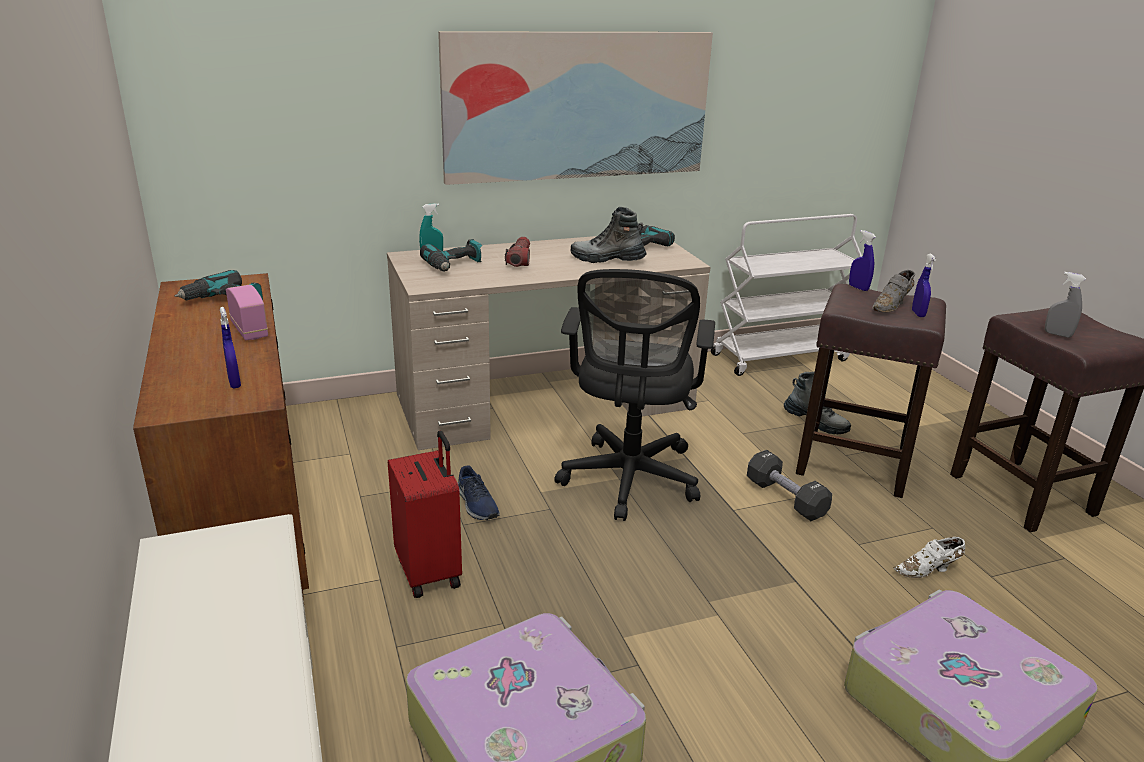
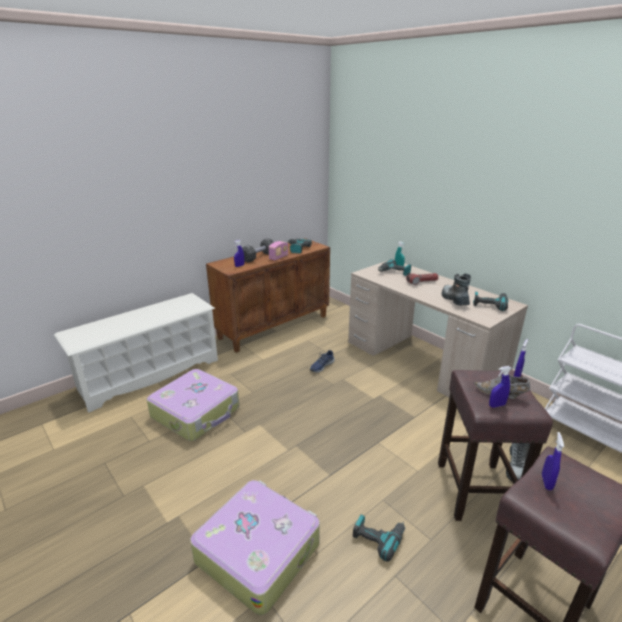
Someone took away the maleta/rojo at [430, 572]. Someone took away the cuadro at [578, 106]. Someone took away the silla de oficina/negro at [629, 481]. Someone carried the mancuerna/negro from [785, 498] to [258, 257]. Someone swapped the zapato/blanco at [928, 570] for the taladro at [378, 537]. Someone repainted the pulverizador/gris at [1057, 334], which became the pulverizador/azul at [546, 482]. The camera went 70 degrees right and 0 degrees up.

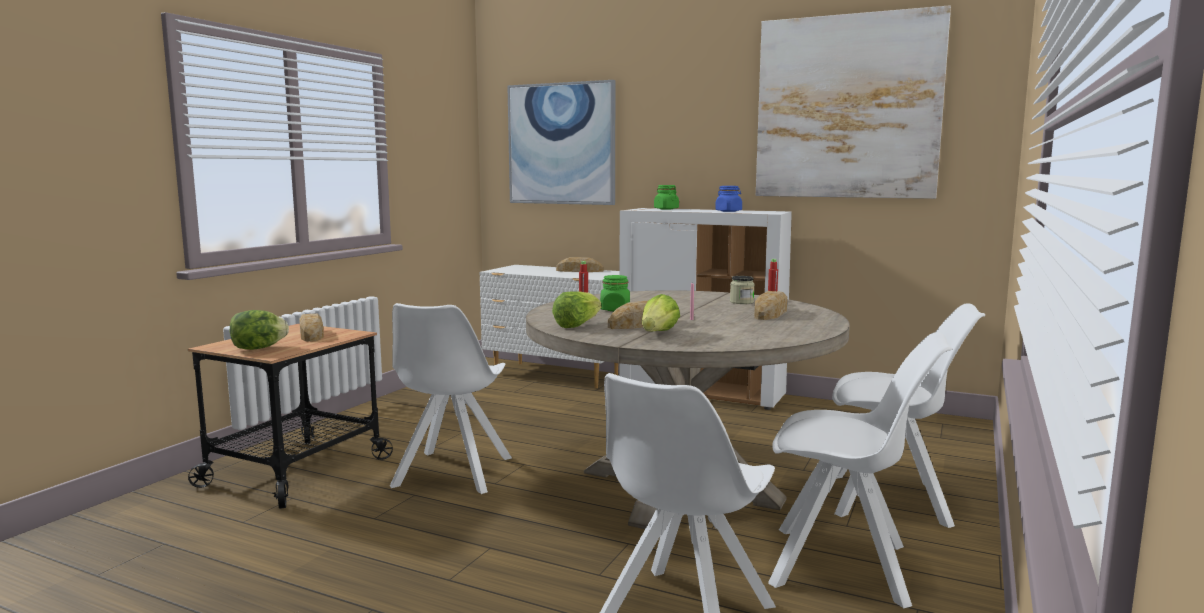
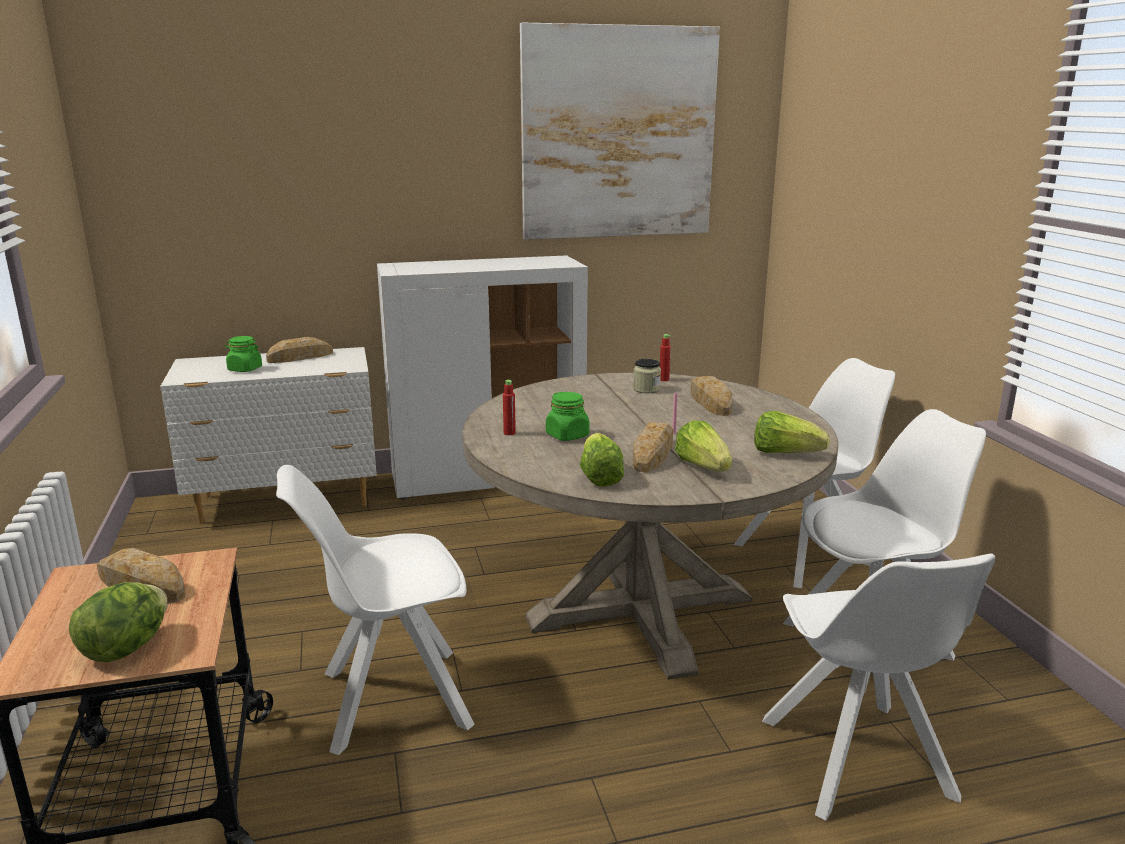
Someone rotated the silla/blanco at [451, 473] by 105 degrees clockwise. Someone took away the cuadro at [561, 144]. Someone carried the tarro/verde from [666, 209] to [244, 369]. Someone took away the tarro/azul at [728, 211]. Someone put down the lechuga at [785, 453]. The camera went 40 degrees left and 10 degrees up.

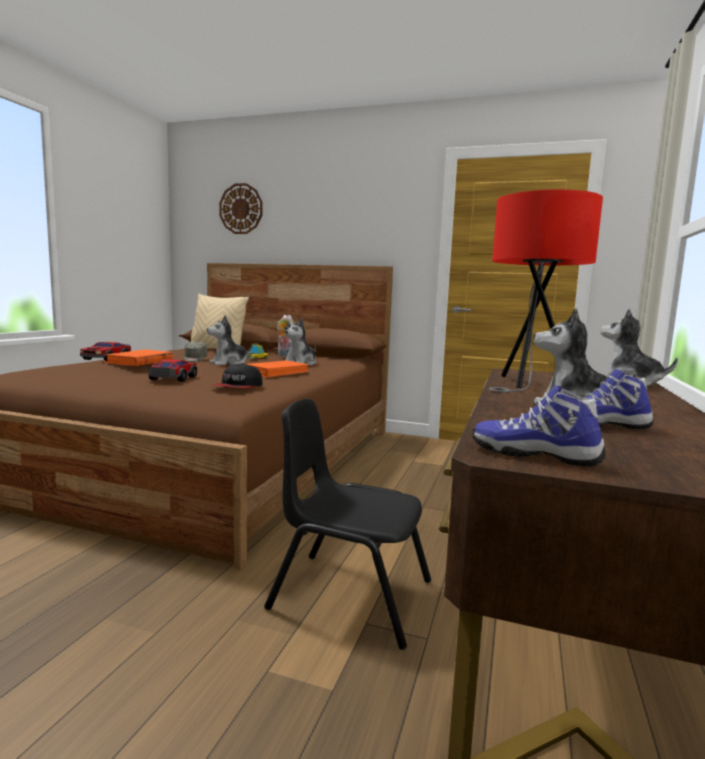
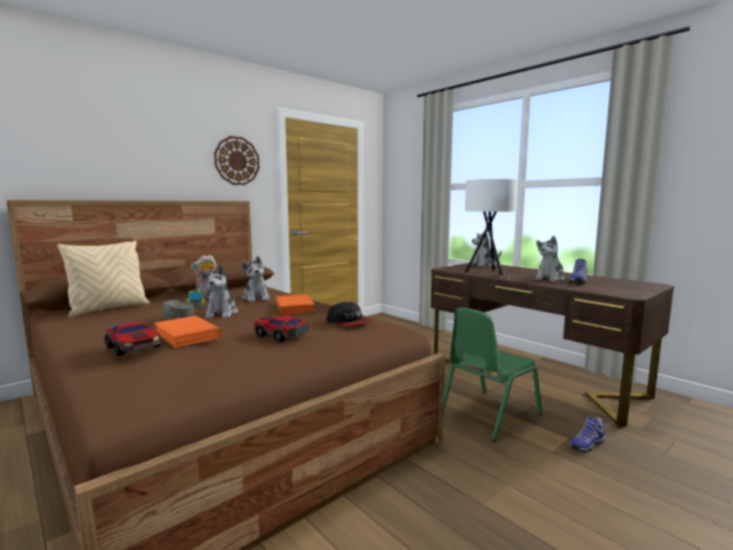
Someone carried the reloj de pared from [241, 209] to [237, 161]. Someone repainted the silla/negro at [350, 595], which became the silla/verde at [488, 414]. Someone carried the zapato from [534, 454] to [586, 444]. Someone repainted the lámpara de mesa/rojo at [528, 385], which became the lámpara de mesa/blanco at [488, 273]. The camera went 60 degrees left and 0 degrees up.

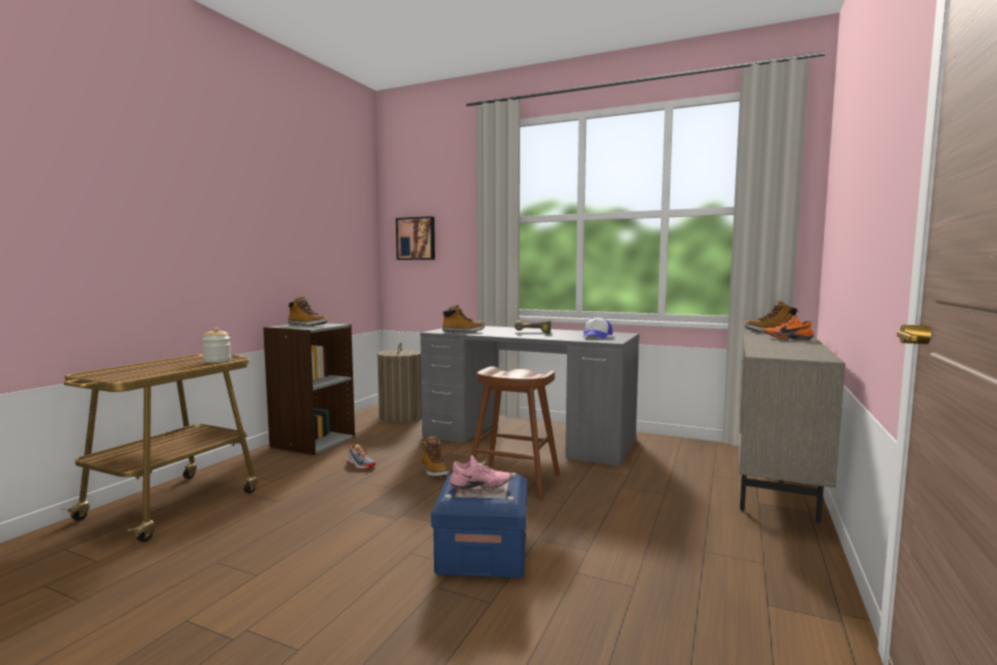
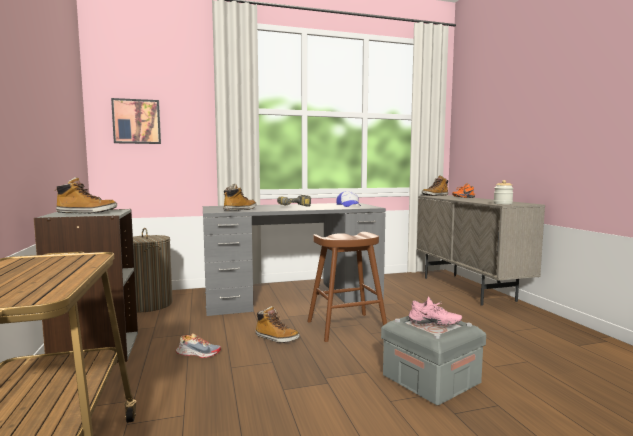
Someone carried the tarro from [217, 360] to [502, 204]. Someone repainted the caja de almacenaje/azul at [482, 553], which became the caja de almacenaje/gris at [430, 379]. Someone rotated the zapato/rosa at [480, 487] by 60 degrees clockwise. The camera went 40 degrees left and 0 degrees up.

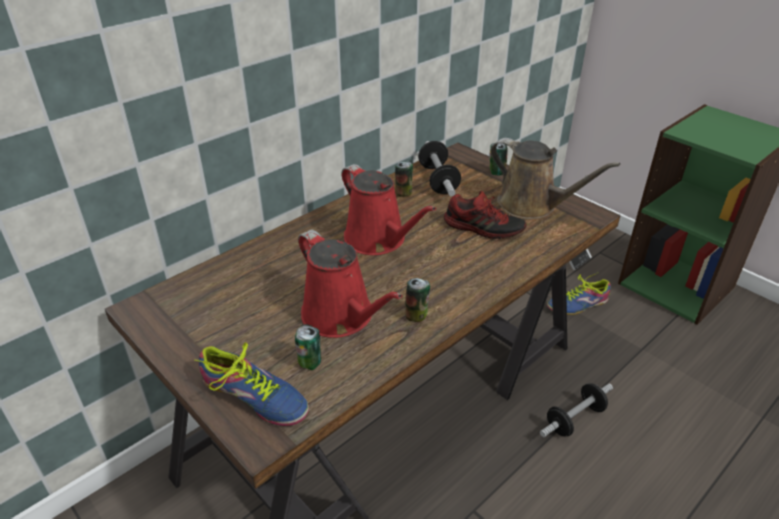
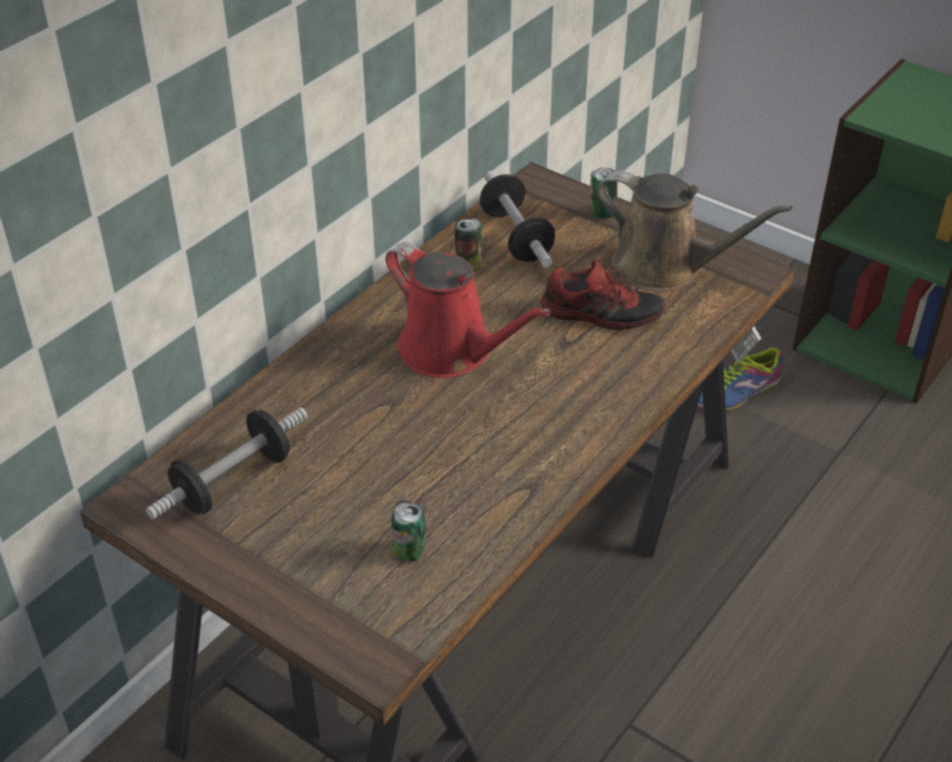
Someone took away the zapato at [255, 396]. Someone took away the regadera/rojo at [341, 317]. Someone took away the lata at [416, 315]. Someone carried the mancuerna from [574, 419] to [233, 481]. The camera went 10 degrees left and 5 degrees up.

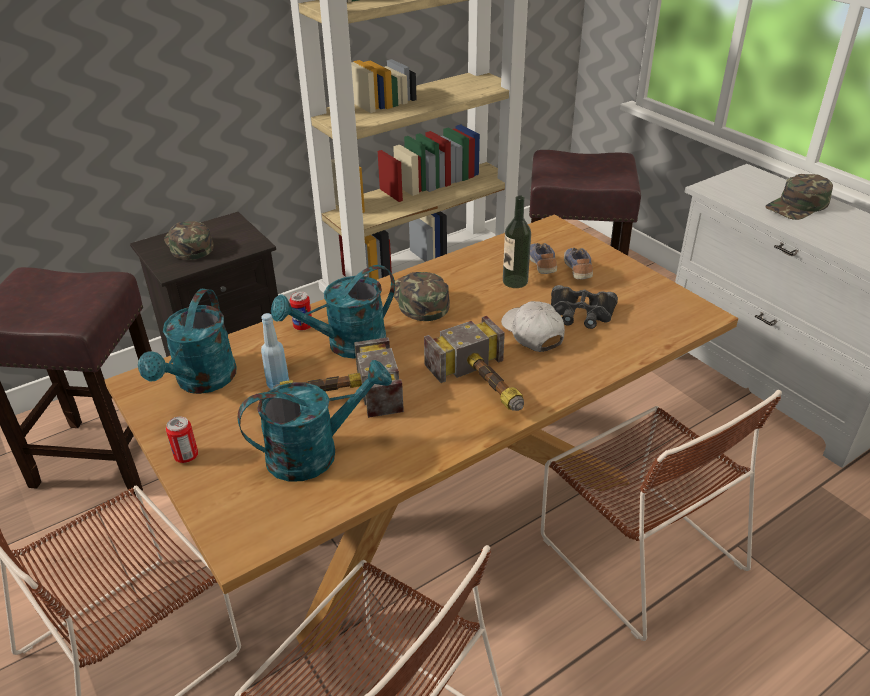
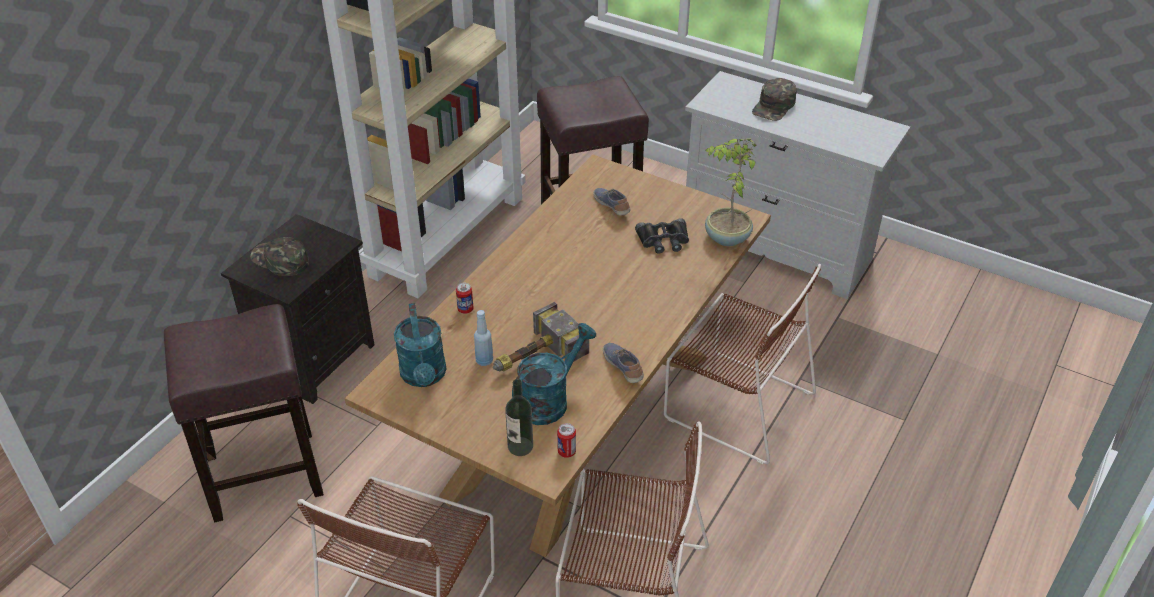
Someone carried the lata from [186, 456] to [566, 452]. Someone took away the regadera/turquesa at [347, 345]. Someone took away the gorra/verde at [418, 300]. Someone took away the martillo at [486, 386]. Someone took away the gorra/blanco at [532, 333]. Someone carried the botella from [515, 281] to [520, 446]. Someone carried the zapato from [578, 271] to [623, 367]. Someone put down the planta en maceta at [726, 238]. The camera went 25 degrees left and 5 degrees up.

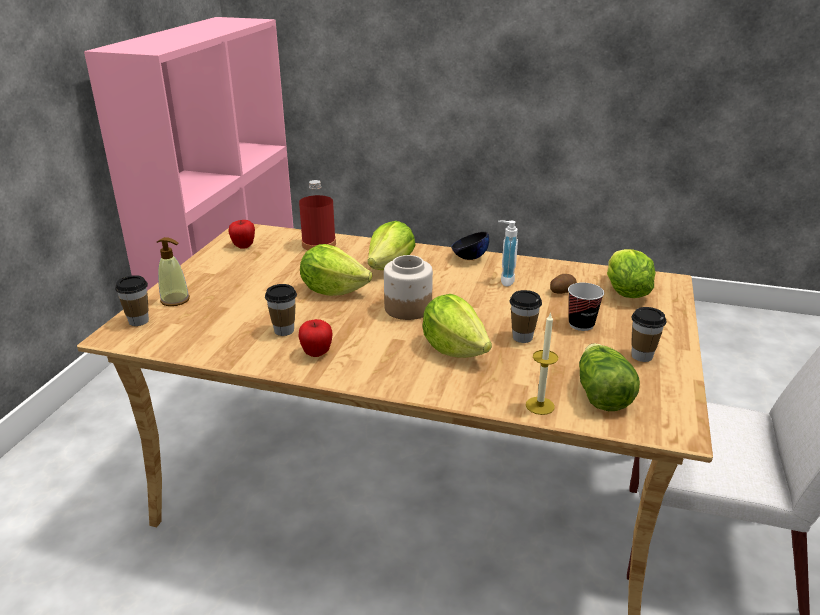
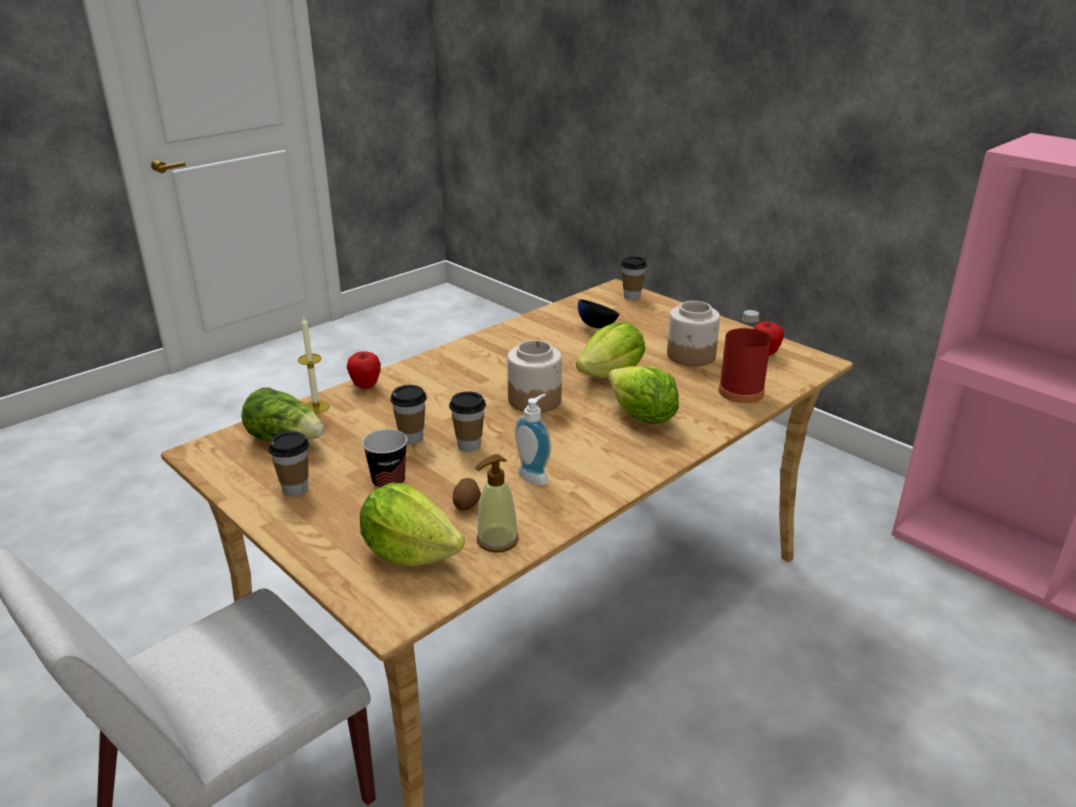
Someone carried the dispensador de jabón from [175, 300] to [497, 540]. Someone carried the taza from [284, 330] to [469, 445]. Someone carried the manzana from [316, 353] to [365, 386]. Someone took away the lechuga at [454, 348]. Someone carried the cuenco/negro from [469, 258] to [597, 326]. Someone put down the tarro at [691, 356]. The camera went 120 degrees right and 0 degrees up.

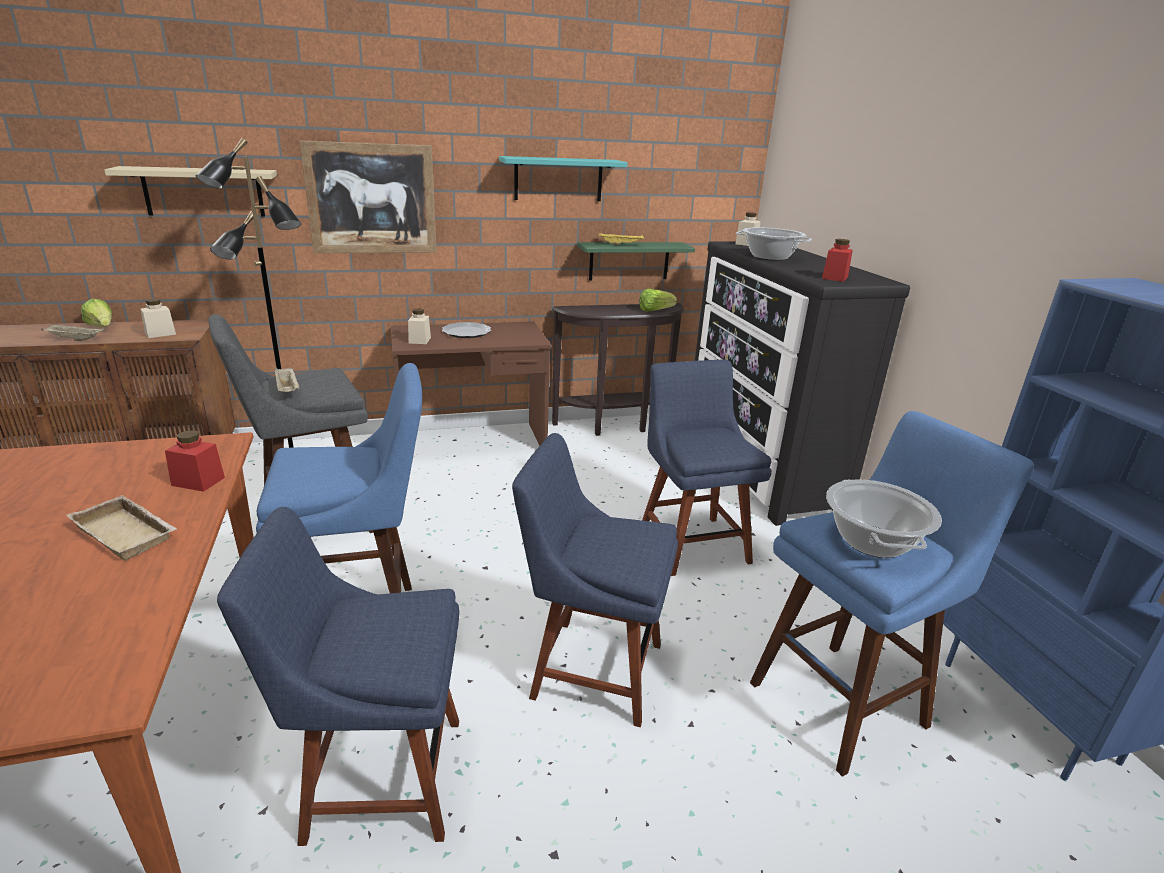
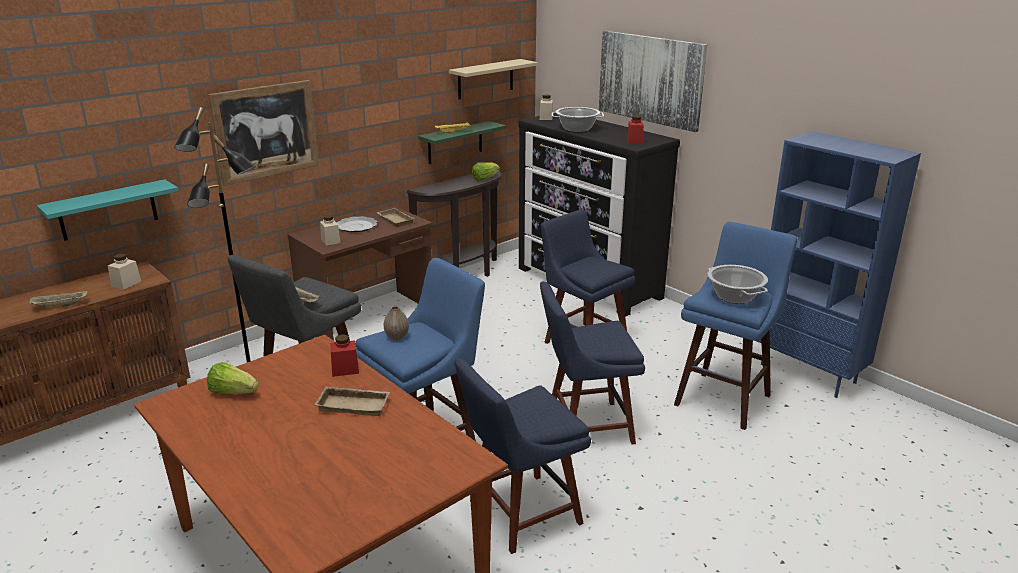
Someone carried the lechuga from [102, 327] to [233, 392]. Someone carried the estante/beis from [204, 192] to [485, 79]. Someone carried the estante/turquesa from [558, 179] to [108, 210]. Someone put down the bandeja/beis at [394, 220]. Someone put down the florero at [397, 337]. Someone put up the cuadro at [650, 79]. The camera went 25 degrees left and 0 degrees up.

